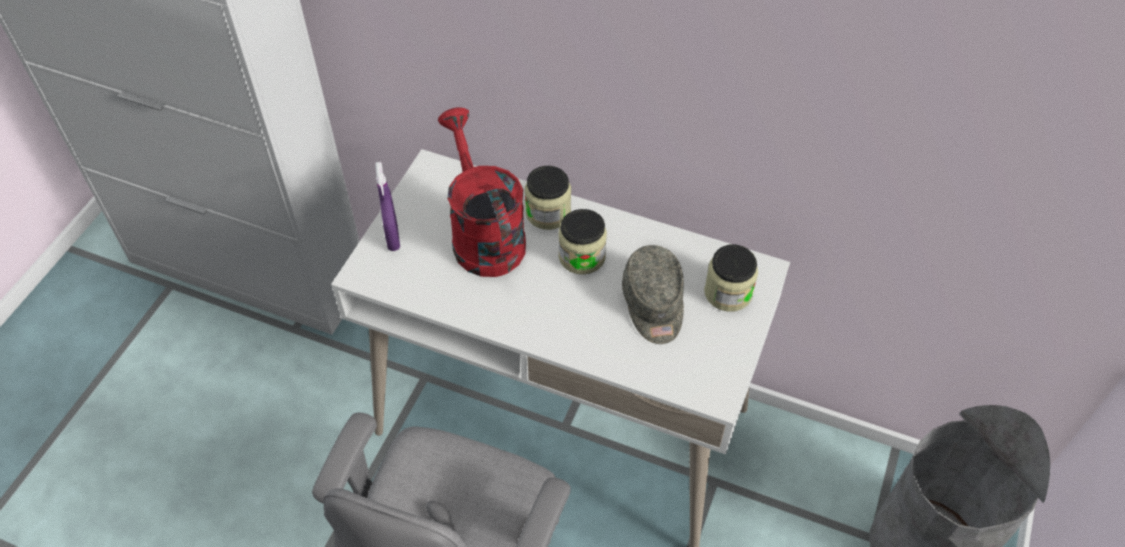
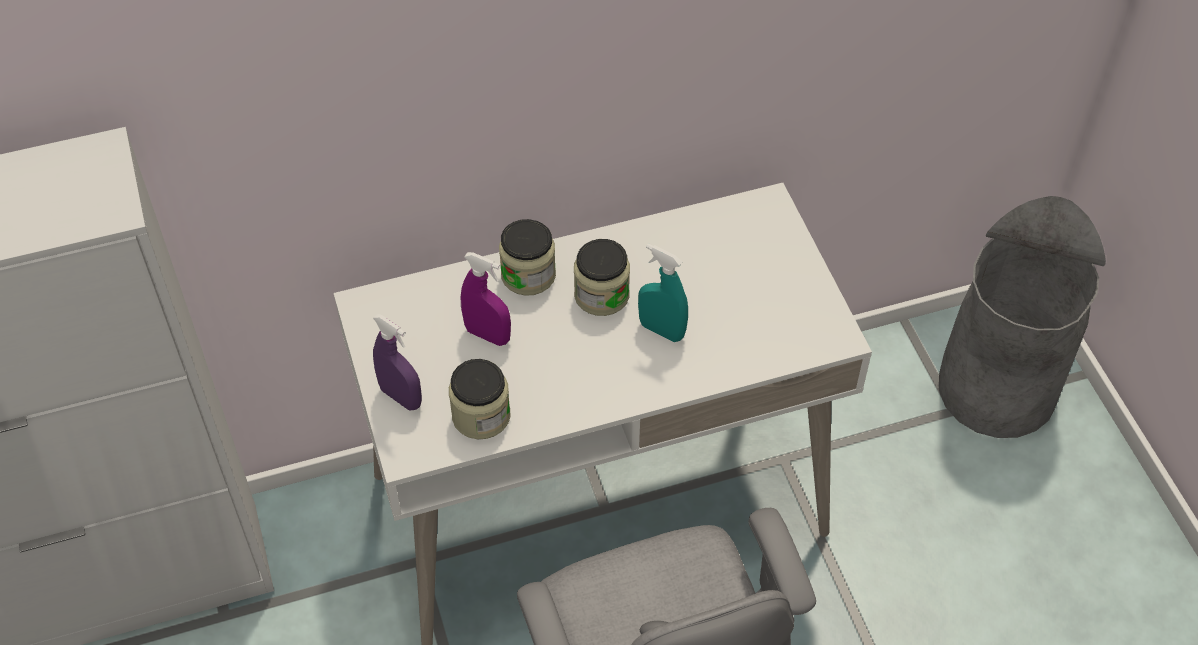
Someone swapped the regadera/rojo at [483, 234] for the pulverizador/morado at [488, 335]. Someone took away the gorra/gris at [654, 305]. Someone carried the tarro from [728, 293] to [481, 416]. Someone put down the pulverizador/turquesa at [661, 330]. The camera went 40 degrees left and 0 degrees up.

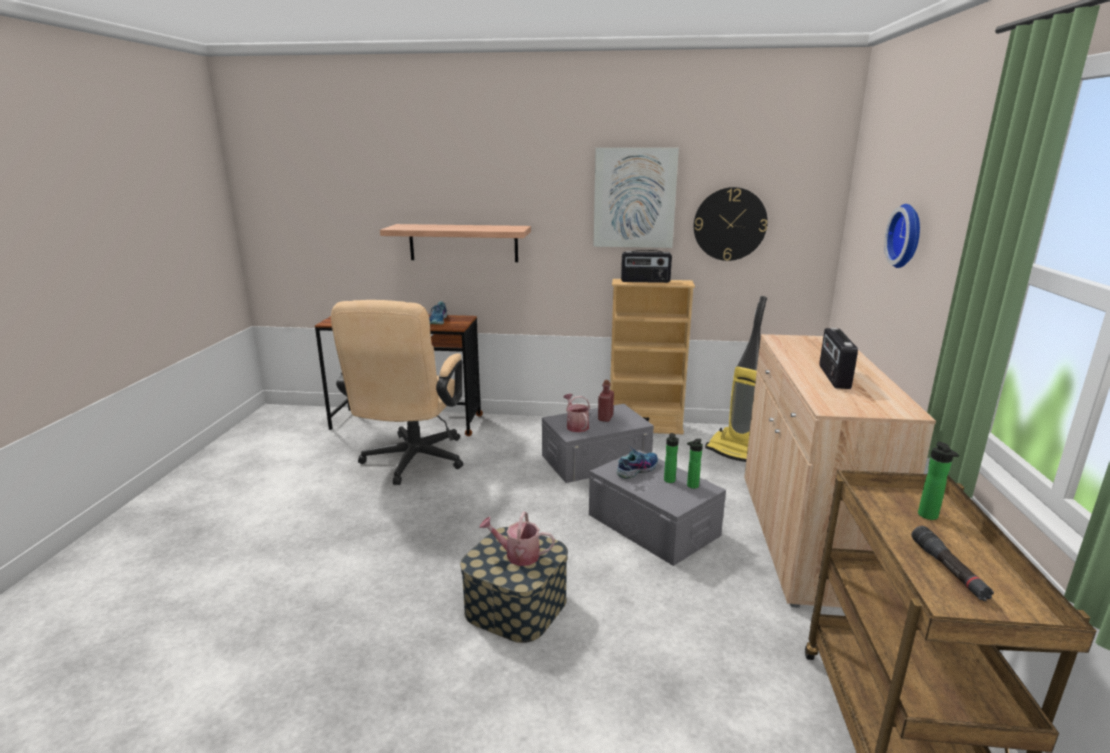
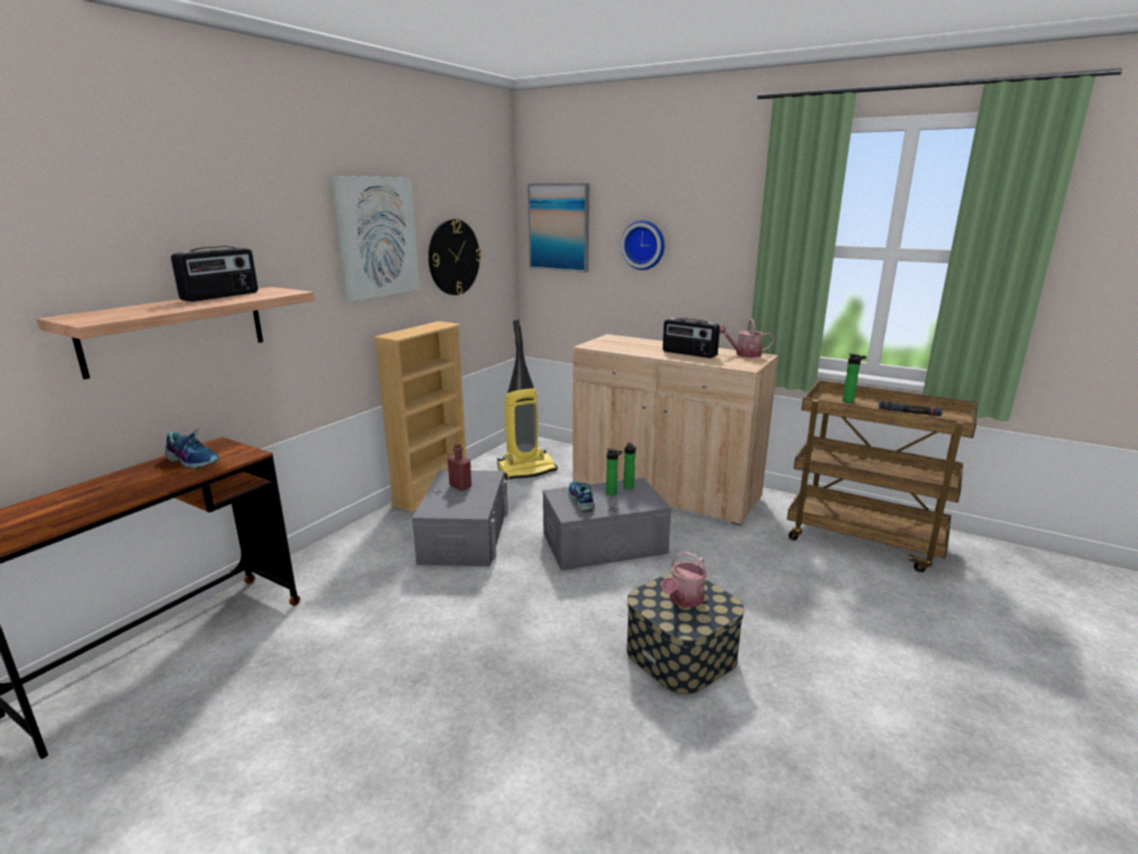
Someone took away the silla de oficina/beis at [411, 463]. Someone carried the regadera from [576, 425] to [744, 354]. Someone carried the radio from [645, 281] to [221, 296]. Someone put up the cuadro at [559, 227]. The camera went 65 degrees left and 0 degrees up.

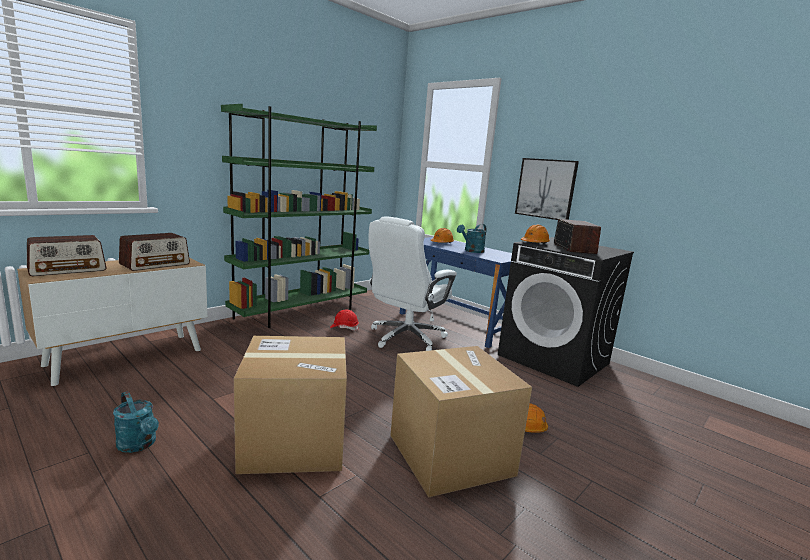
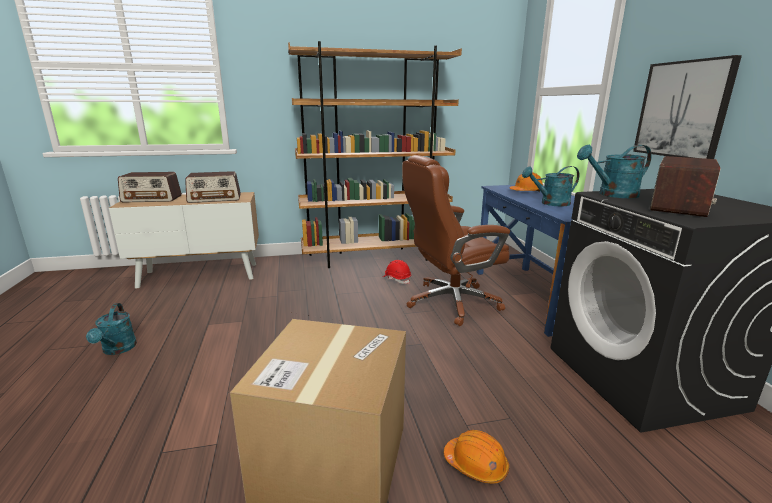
Someone repainted the estantería/verde at [302, 312], which became the estantería/marrón at [375, 257]. Someone took away the caja de cartón at [294, 441]. Someone repainted the silla de oficina/blanco at [406, 338], which became the silla de oficina/marrón at [450, 302]. Someone swapped the casco/naranja at [534, 243] for the regadera/turquesa at [612, 195]. The camera went 35 degrees right and 5 degrees up.

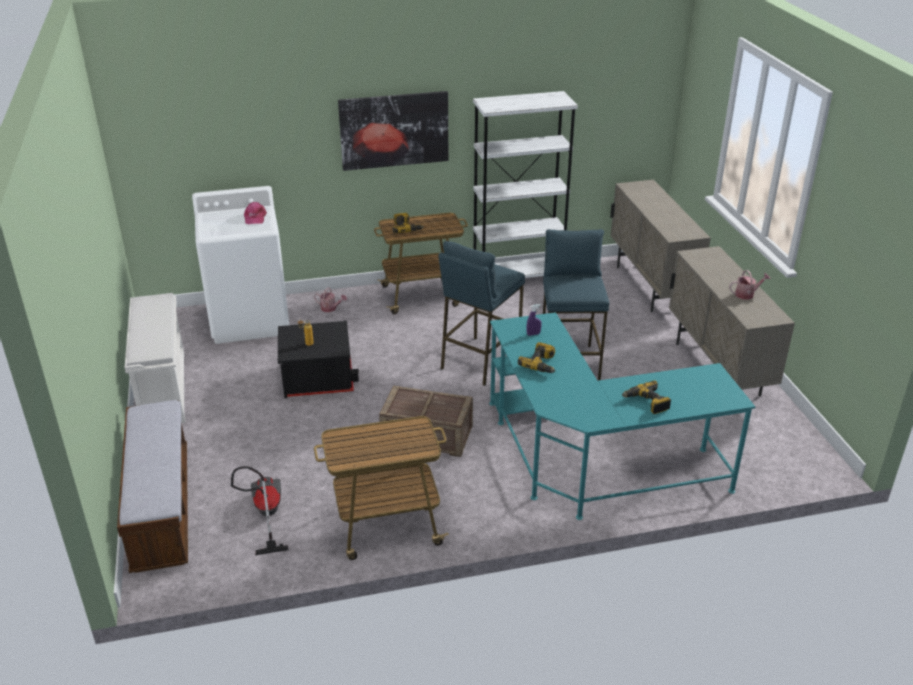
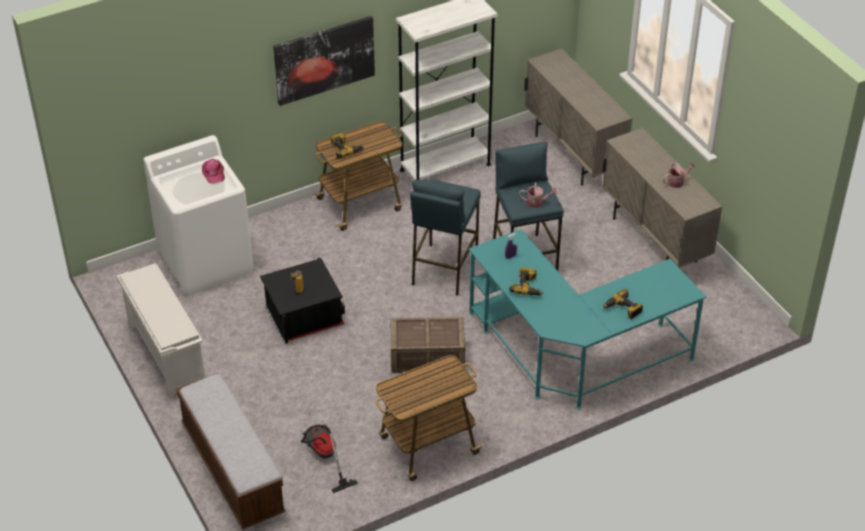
Someone carried the regadera from [330, 308] to [537, 202]. The camera went 15 degrees left and 10 degrees up.

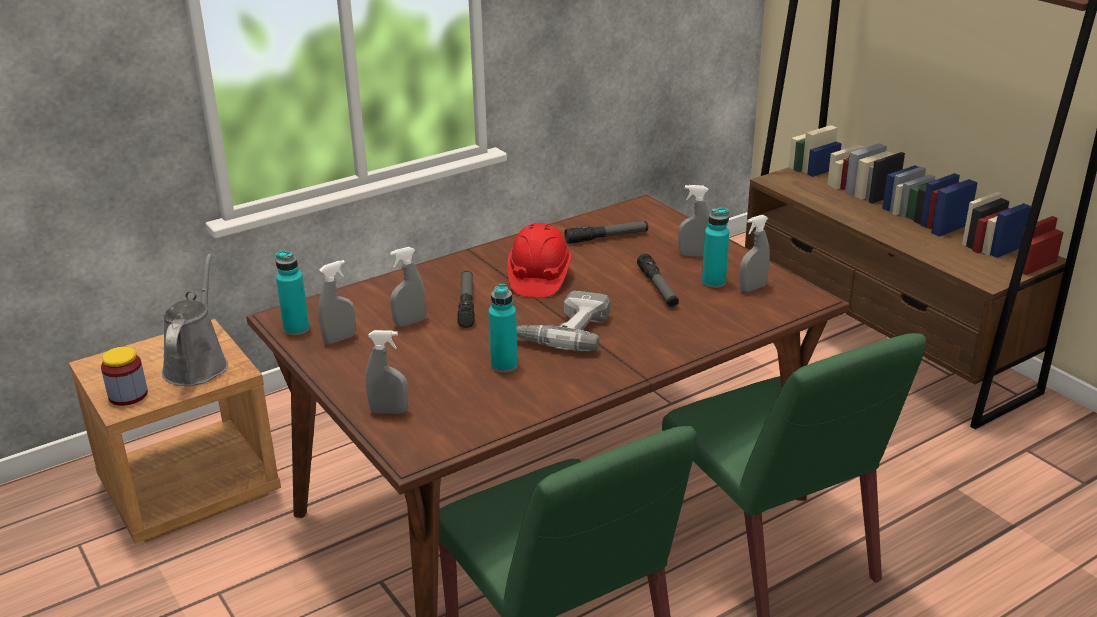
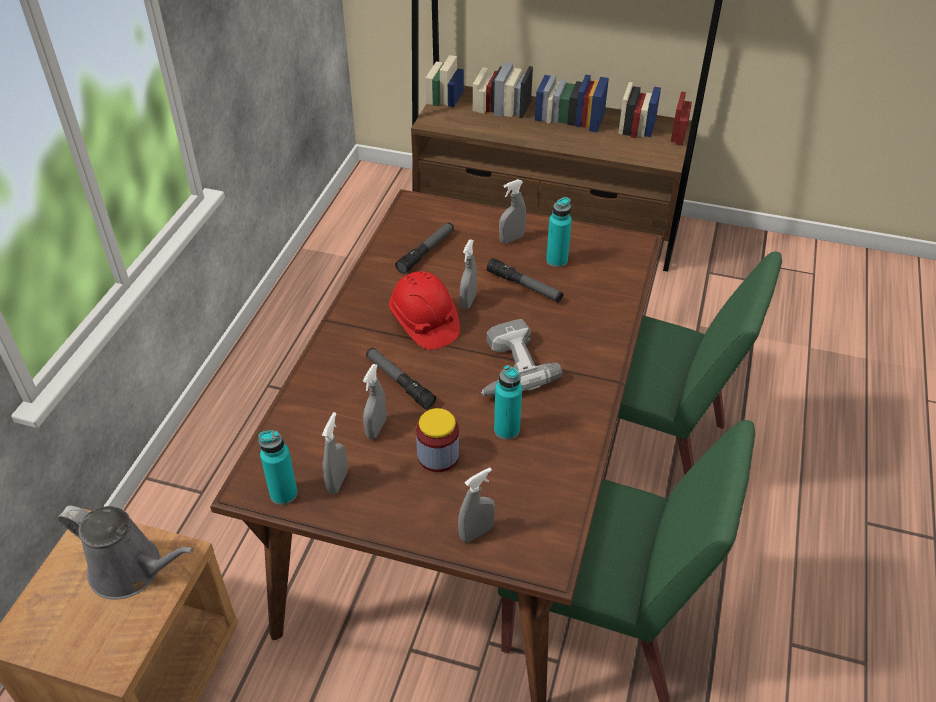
Someone carried the tarro from [128, 395] to [438, 456]. Someone rotated the regadera/gris at [197, 364] by 150 degrees clockwise. Someone carried the pulverizador/gris from [752, 288] to [468, 301]. The camera went 40 degrees left and 15 degrees up.

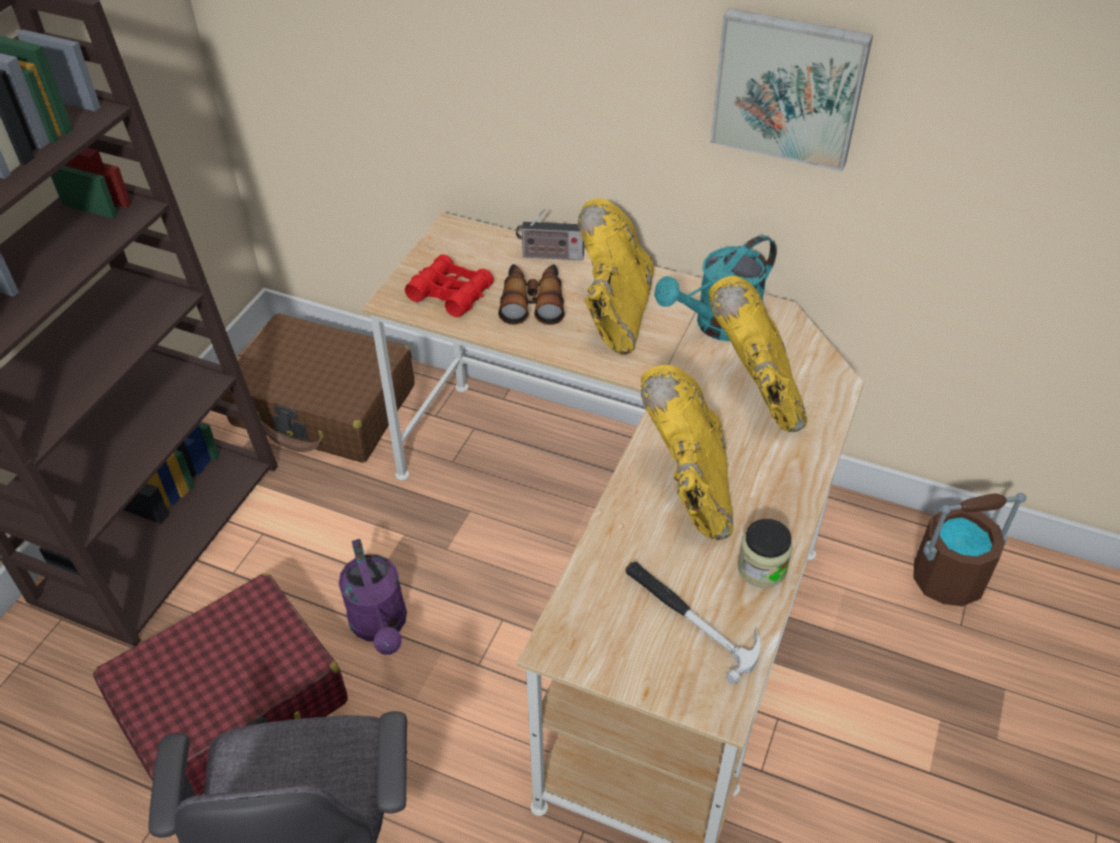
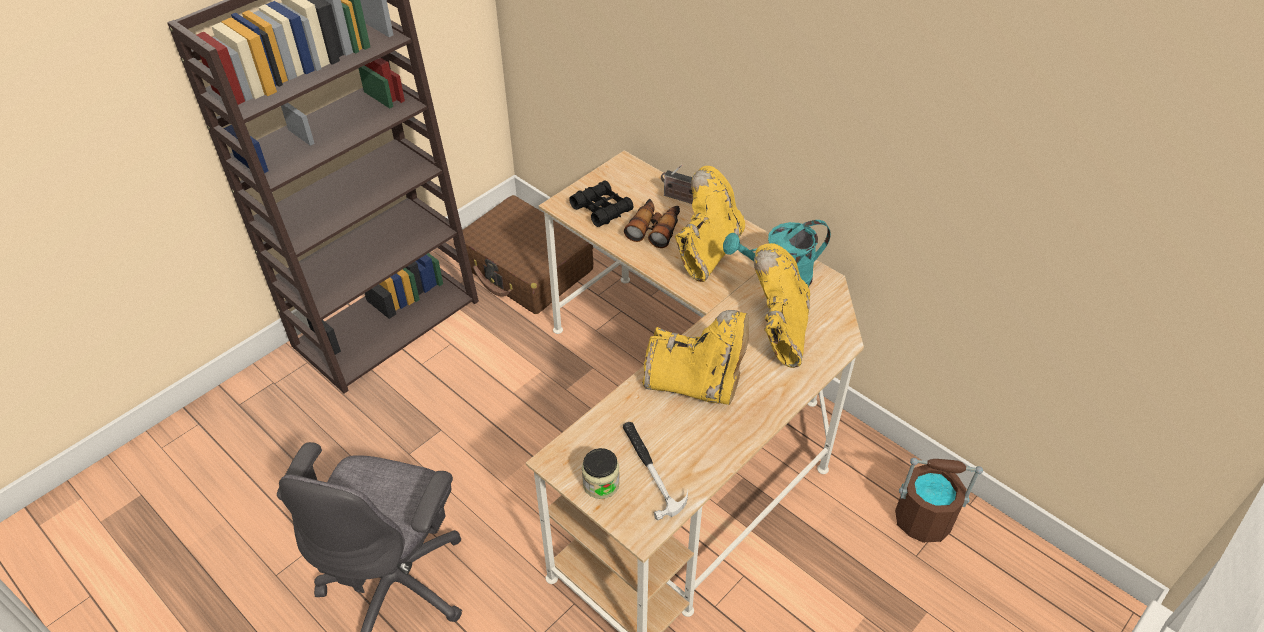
Someone took away the maleta/rojo at [232, 704]. Someone took away the regadera/morado at [381, 626]. Someone repainted the prismáticos/rojo at [450, 293], which became the prismáticos/negro at [601, 209]. Someone rotated the bota/amarillo at [689, 488] by 90 degrees clockwise. Someone took away the cuadro at [789, 87]. Someone carried the tarro from [762, 568] to [601, 484]. The camera went 20 degrees right and 0 degrees up.

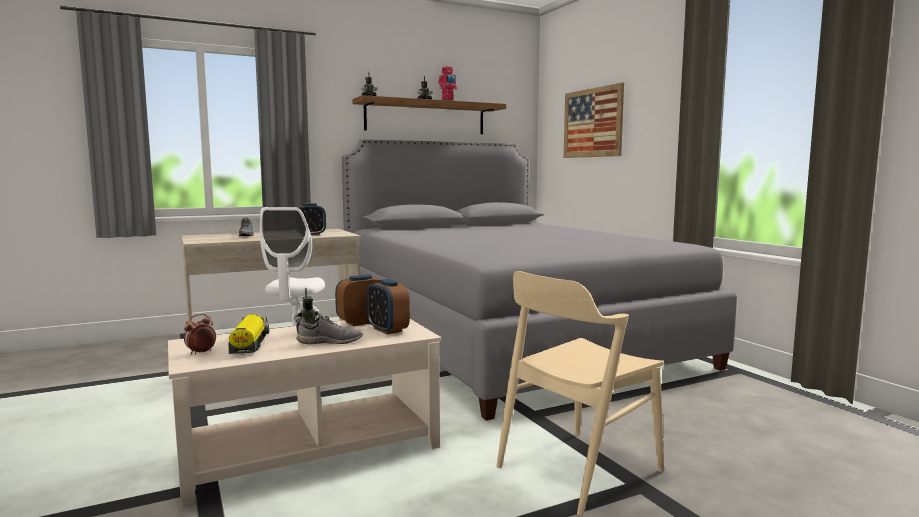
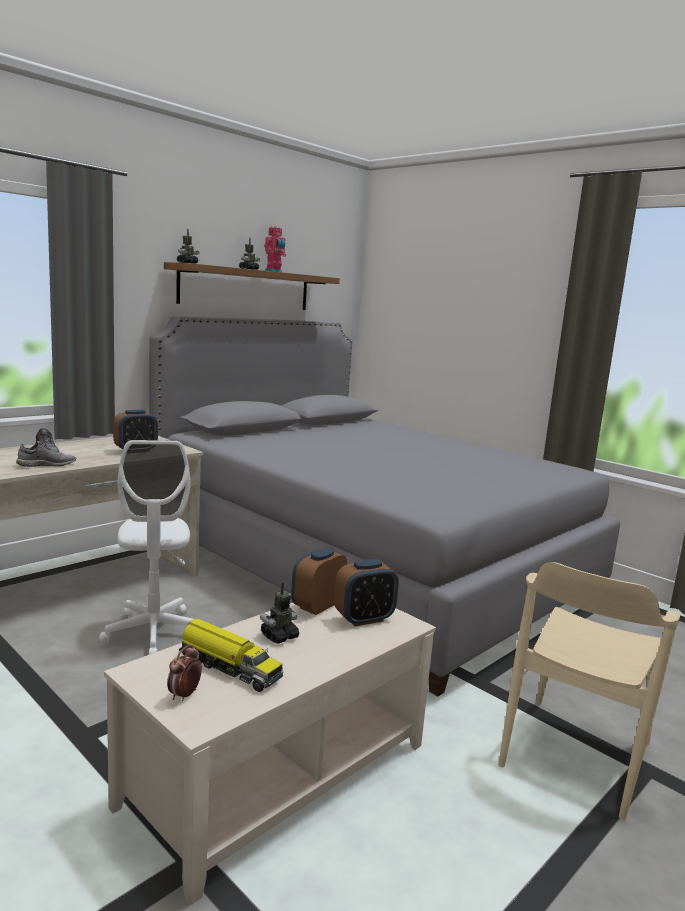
Someone rotated the camión de juguete at [250, 344] by 150 degrees clockwise. Someone carried the zapato/gris from [330, 342] to [46, 465]. Someone rotated the despertador at [387, 330] by 60 degrees counterclockwise. Someone took away the cuadro at [592, 123]. The camera went 20 degrees left and 5 degrees up.

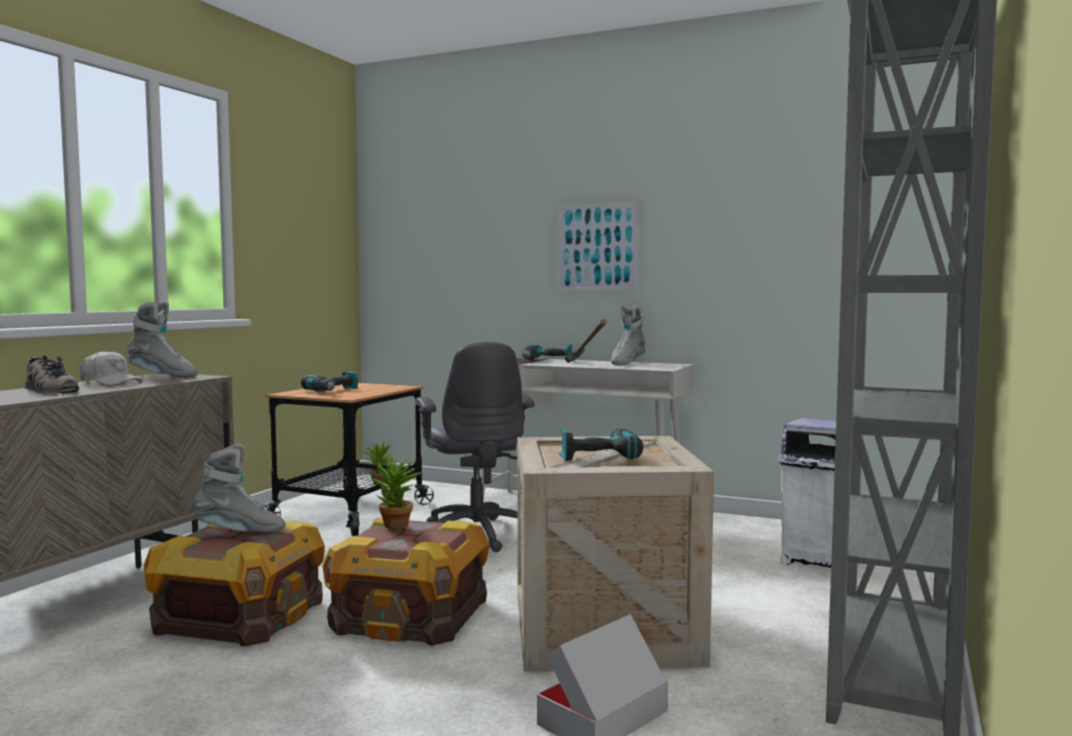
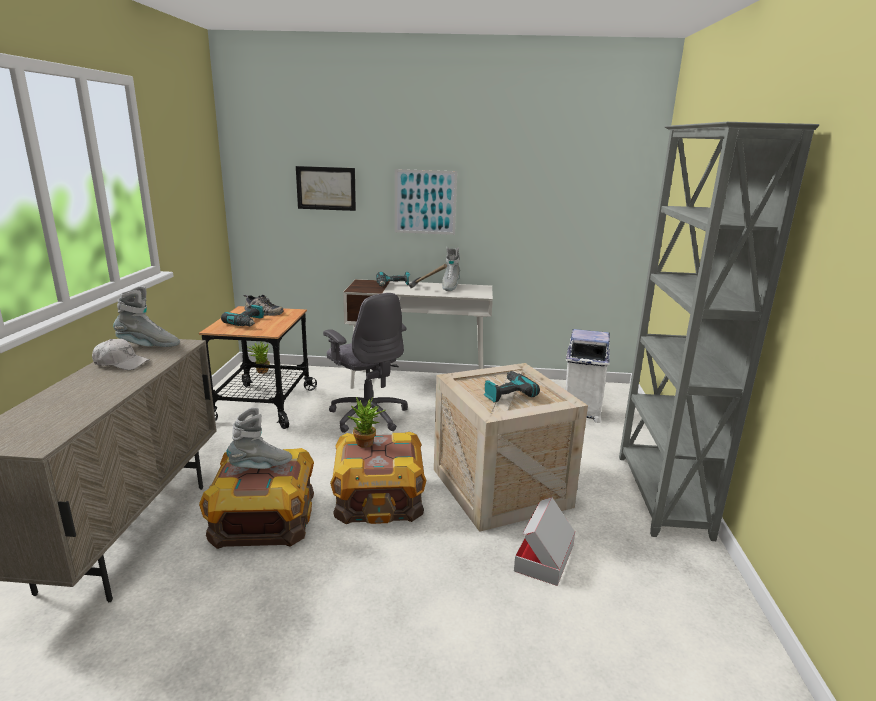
Someone carried the zapato from [48, 390] to [262, 312]. Someone put up the cuadro at [326, 188]. The camera went 20 degrees left and 15 degrees up.

